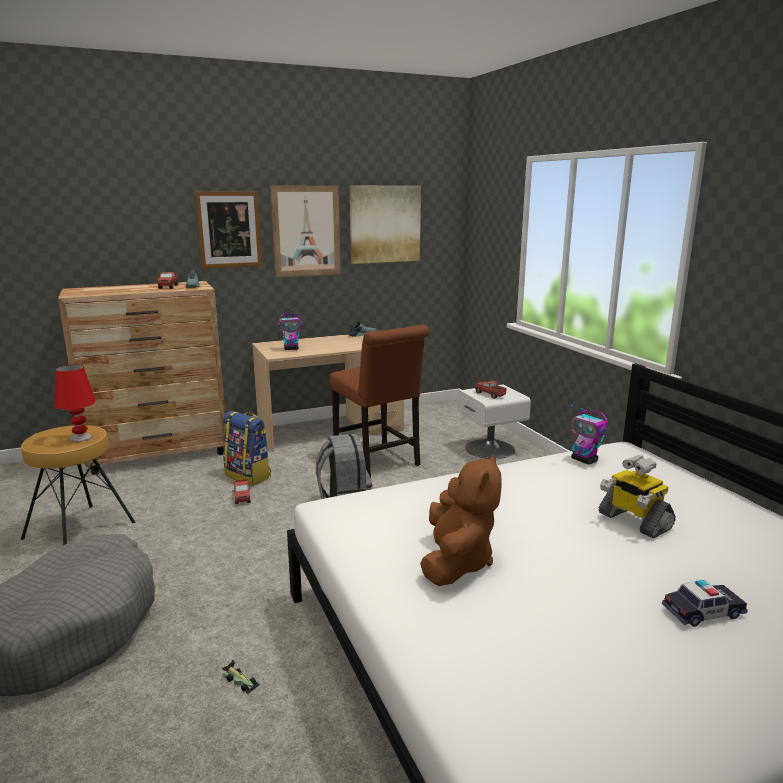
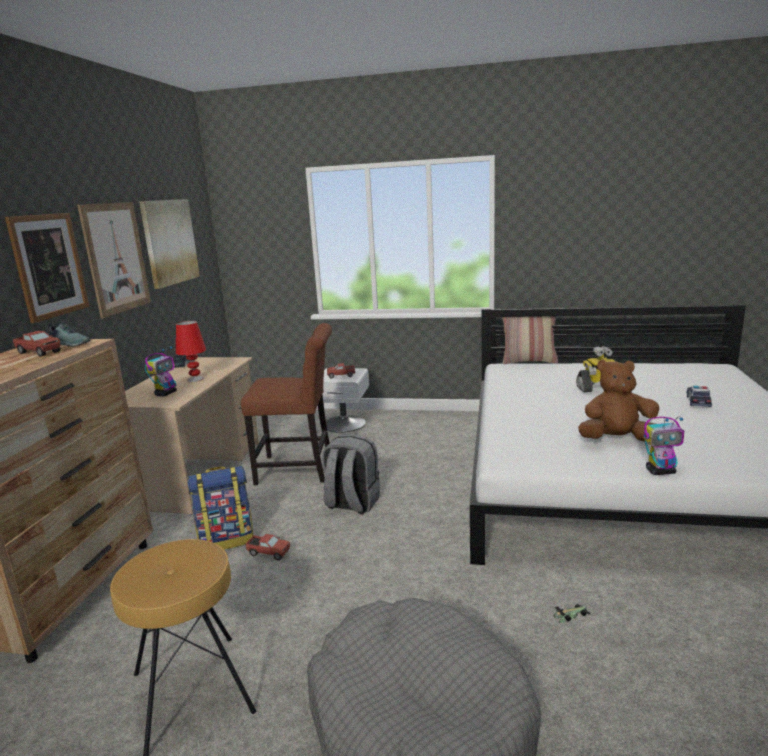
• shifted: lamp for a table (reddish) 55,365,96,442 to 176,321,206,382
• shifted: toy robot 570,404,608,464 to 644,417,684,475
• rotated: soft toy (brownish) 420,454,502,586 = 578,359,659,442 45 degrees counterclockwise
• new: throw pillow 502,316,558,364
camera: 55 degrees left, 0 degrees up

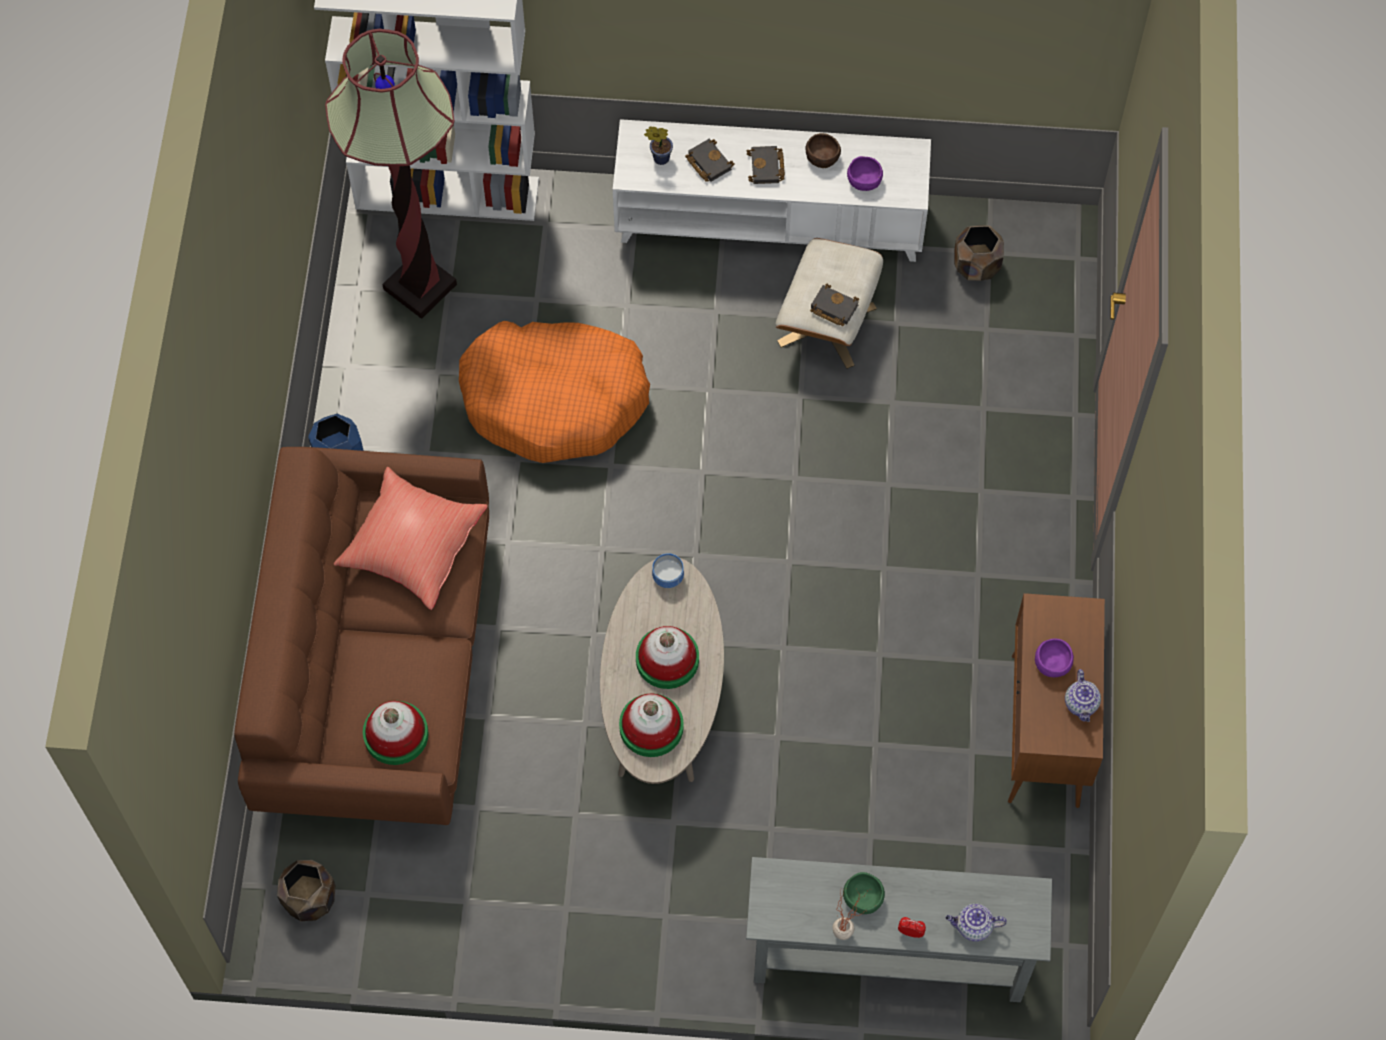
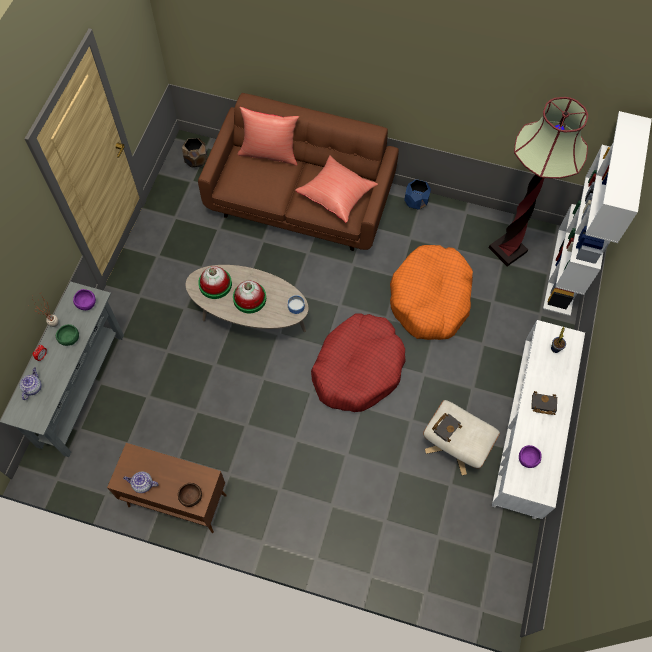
• shifted: deep dish (brownish) 806,133,841,168 to 178,483,202,507
• gone: book (black-coloured) 685,139,735,182
• gone: flower pot (brownish) 954,226,1004,281
• shifted: deep dish (purple) 1035,639,1074,677 to 73,289,96,310
• gone: hat 363,701,429,765
• new: throw pillow (reddish) 237,107,299,166
• new: dog bed (reddish) 311,313,406,412
camera: 100 degrees right, 0 degrees up

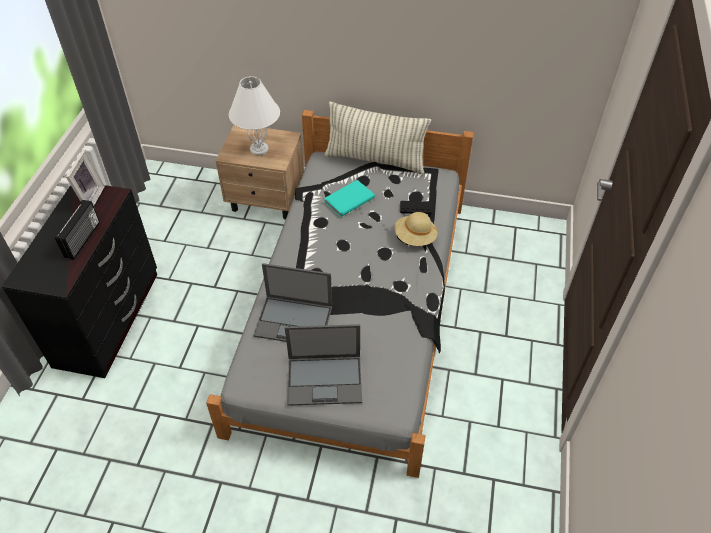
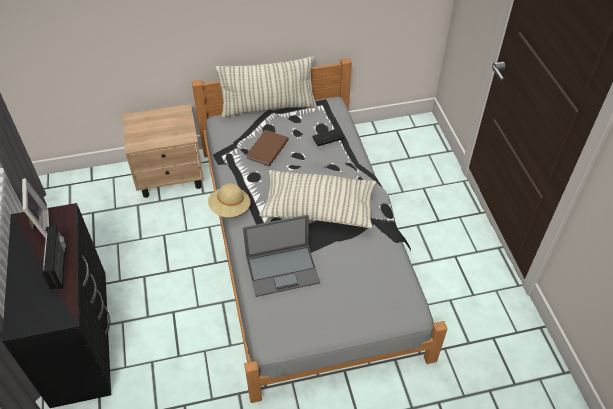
• gone: lamp for a table (whitish) 229,76,280,155
• repainted: book (turquoise) 324,180,375,217 to book (brownish) 246,130,289,166
• shifted: hat (beige-coloured) 395,212,437,246 to 208,183,251,217
• gone: laptop 285,324,362,406
• new: throw pillow 259,170,377,228
camera: 25 degrees left, 0 degrees up

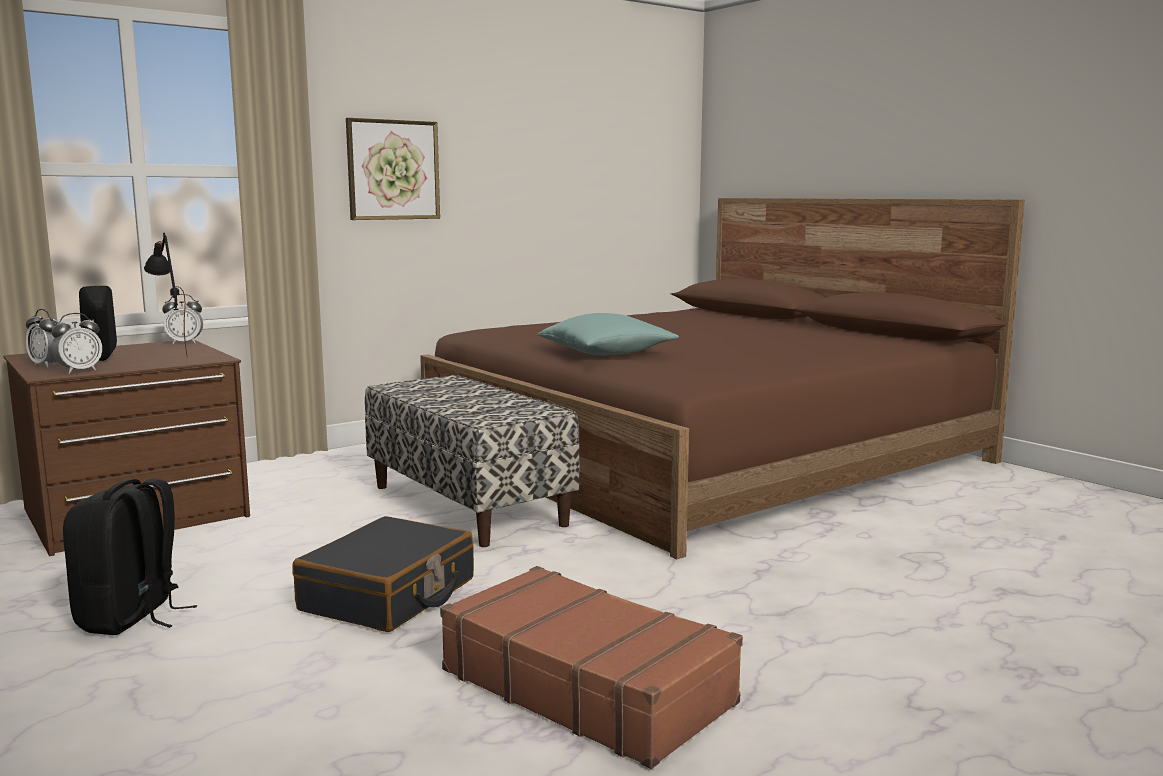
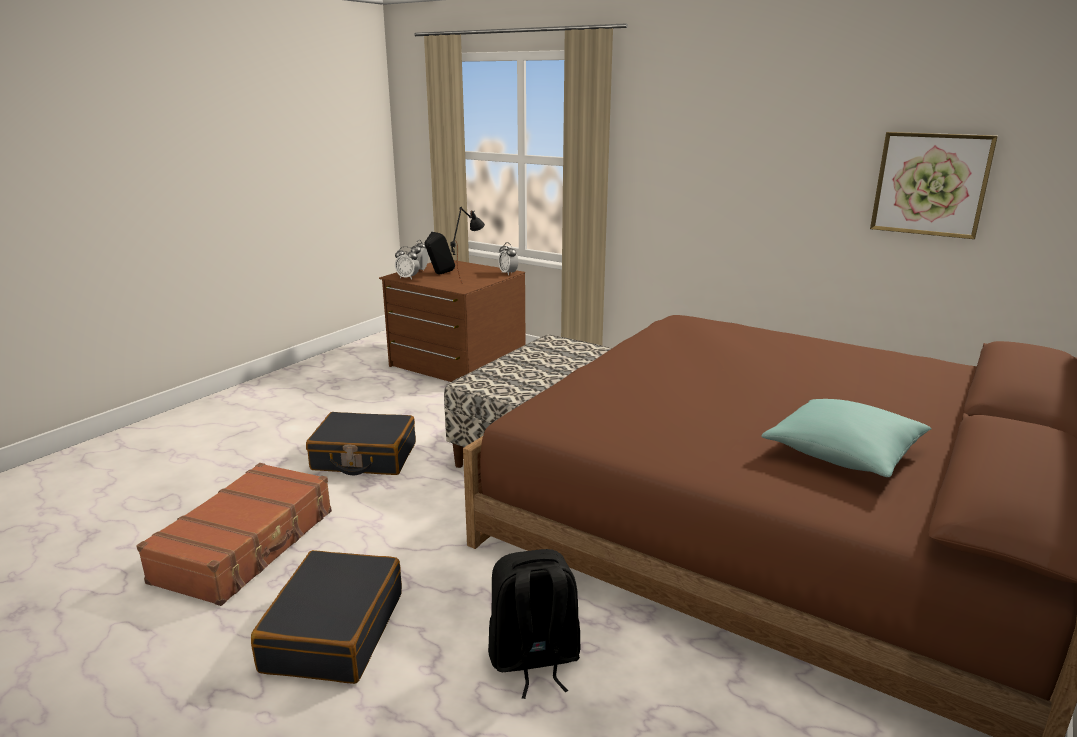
• shifted: wall art 346,118,440,220 to 870,132,998,239
• shifted: throw pillow (turquoise) 538,313,679,355 to 762,399,932,477
• shifted: knapsack (black-coloured) 63,478,197,635 to 488,549,580,699
• new: suitcase (black-coloured) 251,550,402,684
camera: 70 degrees right, 10 degrees up

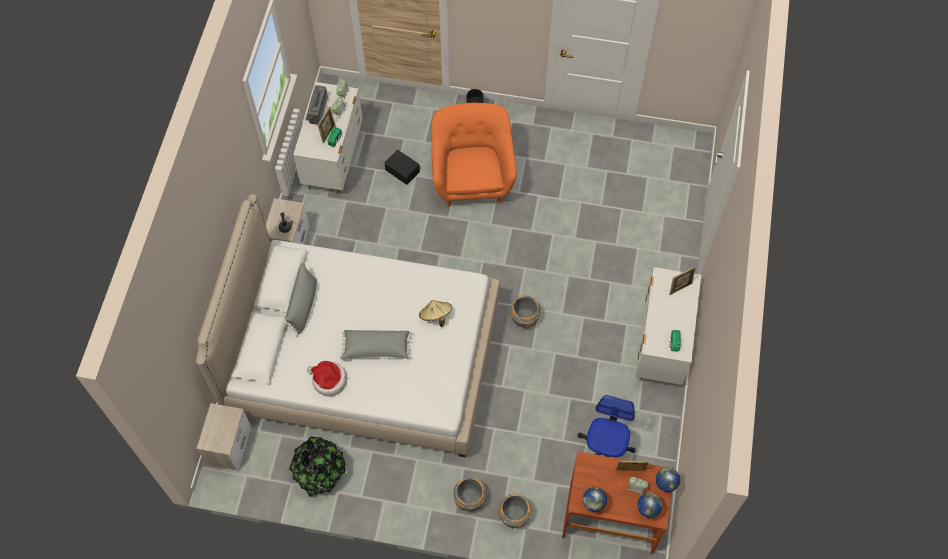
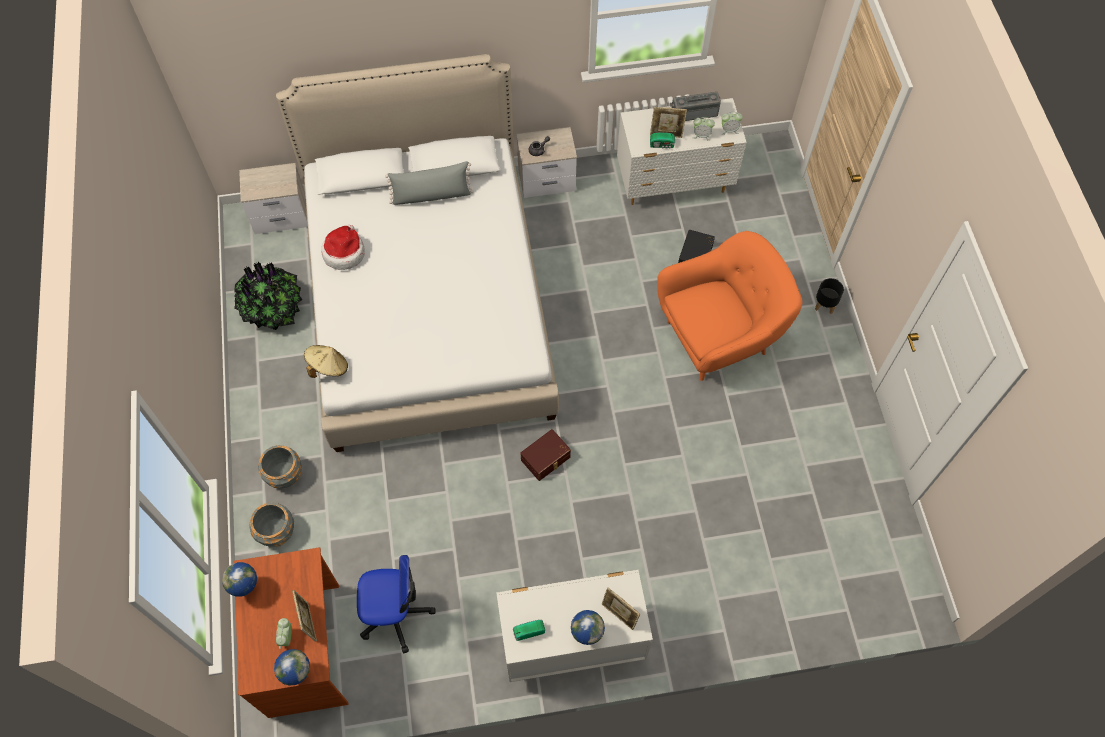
• swapped: flower pot (grey) 510,296,541,328 to storage box (brownish) 521,429,571,481
• shifted: hat (beige-coloured) 419,300,452,327 to 304,345,348,378
• gone: throw pillow (grey) 339,330,412,360
• shifted: desk globe 637,493,662,518 to 571,610,605,645
camera: 70 degrees right, 0 degrees up

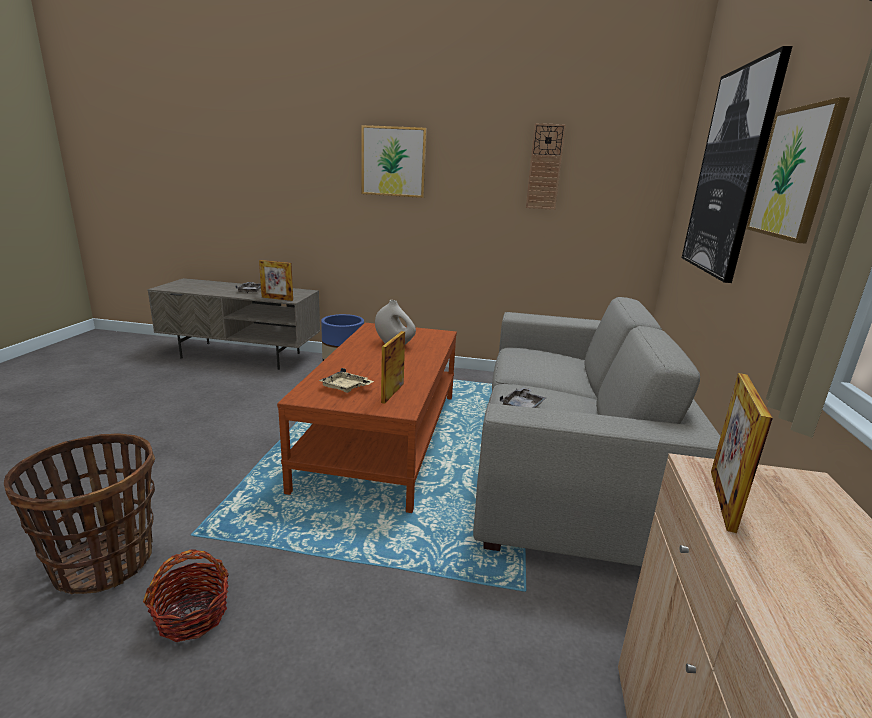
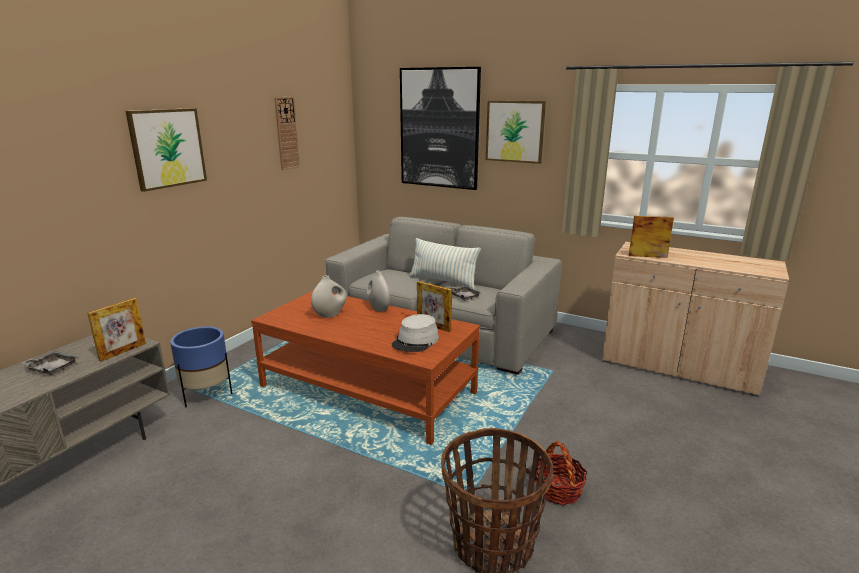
• swapped: tray (beige-coloured) 319,368,374,393 to hat (grey) 392,314,439,352
• rotated: photo frame 711,373,773,533 = 629,216,674,258 150 degrees clockwise
• new: throw pillow 409,238,481,289
• new: flower vase (whitish) 367,270,391,312
camera: 70 degrees left, 0 degrees up

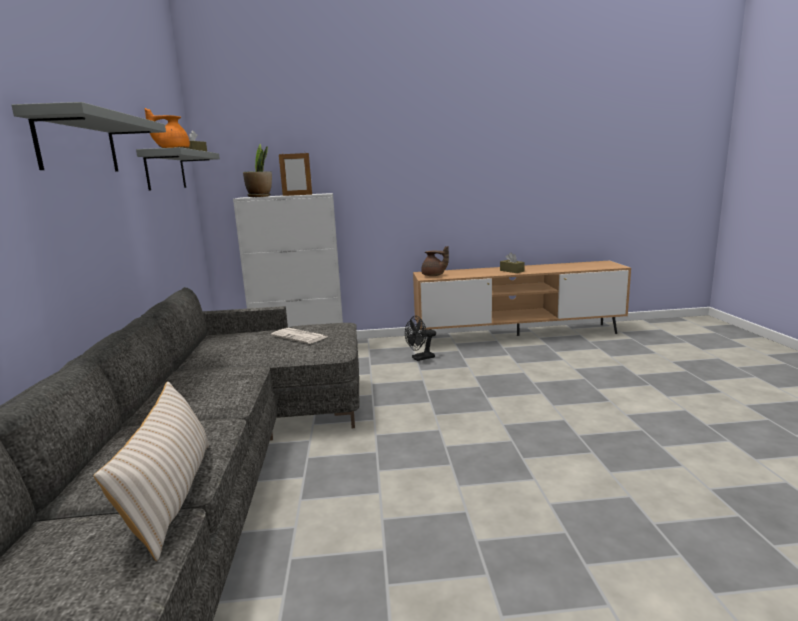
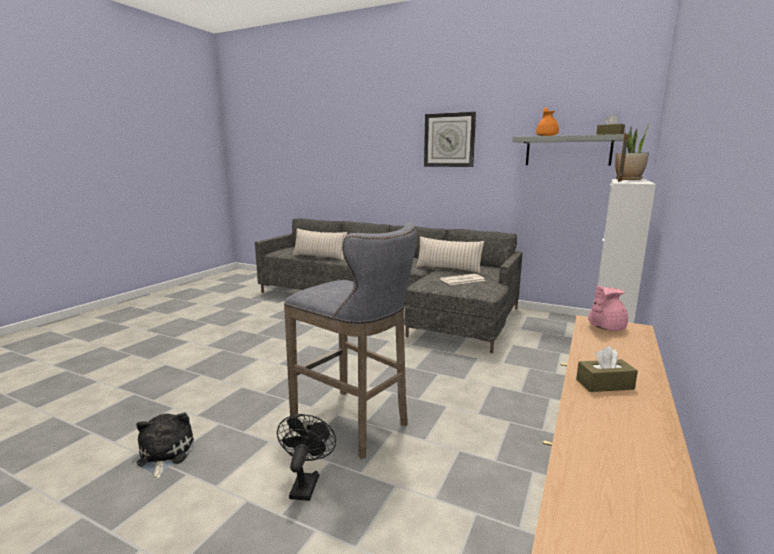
• swapped: wall shelf (grey) 11,102,166,171 to wall clock 424,112,476,167
• repainted: pot for tea (brownish) 421,246,449,276 to pot for tea (pinkish) 588,286,628,331
• shifted: cooling fan (black-coloured) 405,316,436,361 to 277,414,336,501
• new: stool (grey) 284,223,416,459
• new: throw pillow (beige-coloured) 416,236,484,274
• new: soft toy 136,412,194,480
camera: 120 degrees right, 0 degrees up

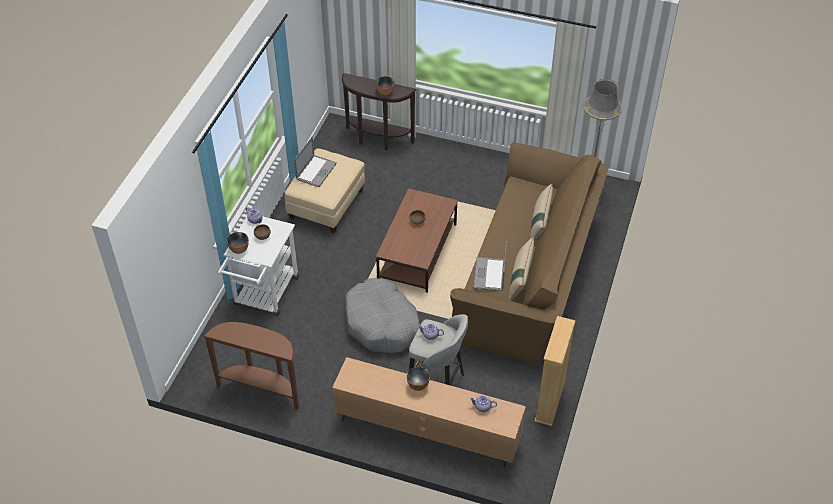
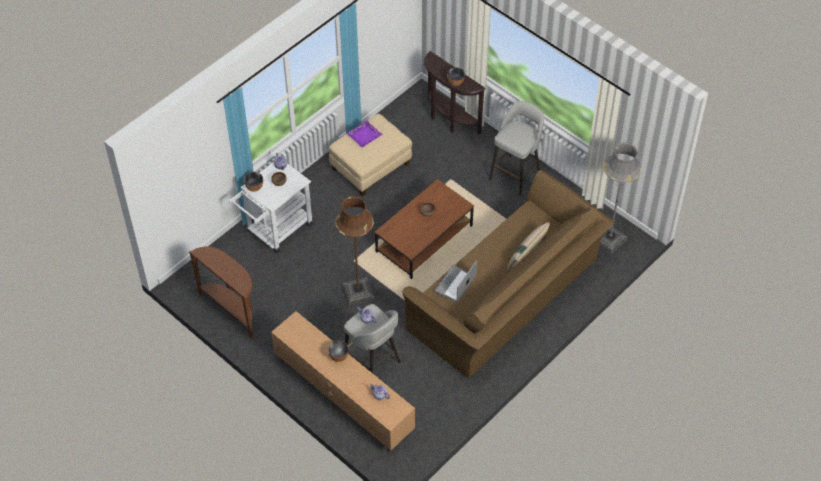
• swapped: laptop 294,137,337,187 to tray (purple) 346,121,383,147
• gone: throw pillow (beige-coloured) 509,238,534,301
• swapped: dog bed (grey) 345,278,420,353 to standing lamp (brownish) 335,196,374,306
• gone: bookcase (beige-coloured) 535,316,575,426
• new: stool (grey) 489,101,544,196
camera: 25 degrees right, 5 degrees up

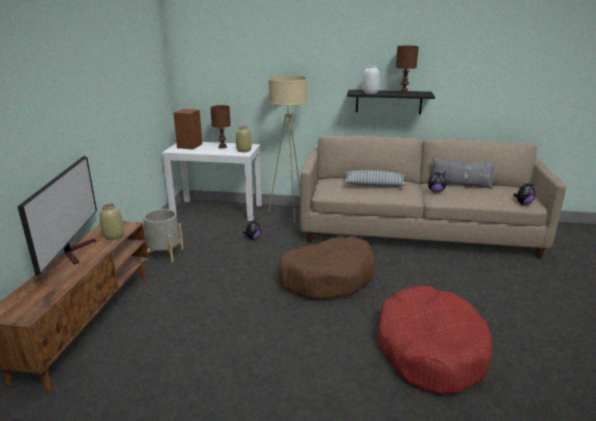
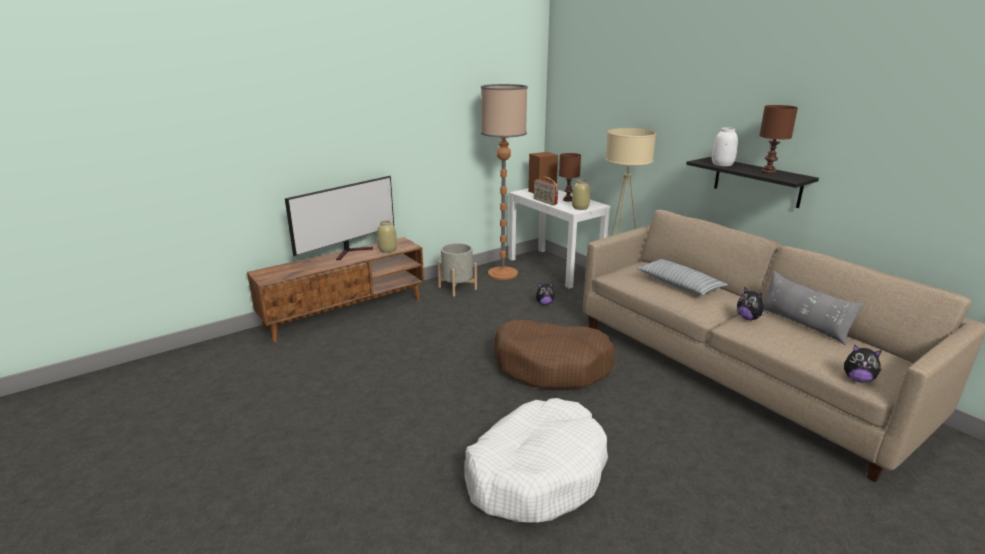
• repainted: dog bed (reddish) 377,286,492,395 to dog bed (whitish) 464,398,608,523
• new: standing lamp 481,84,528,280
• new: radio 534,177,558,205
camera: 45 degrees right, 0 degrees up

